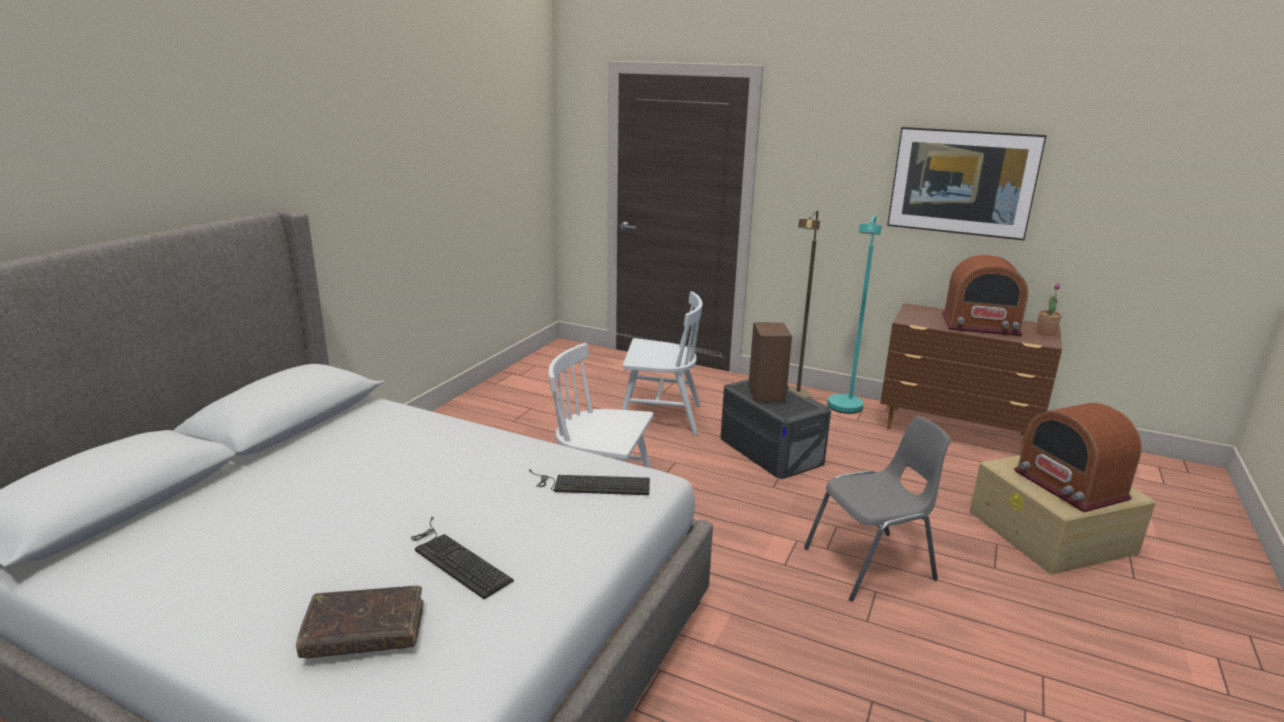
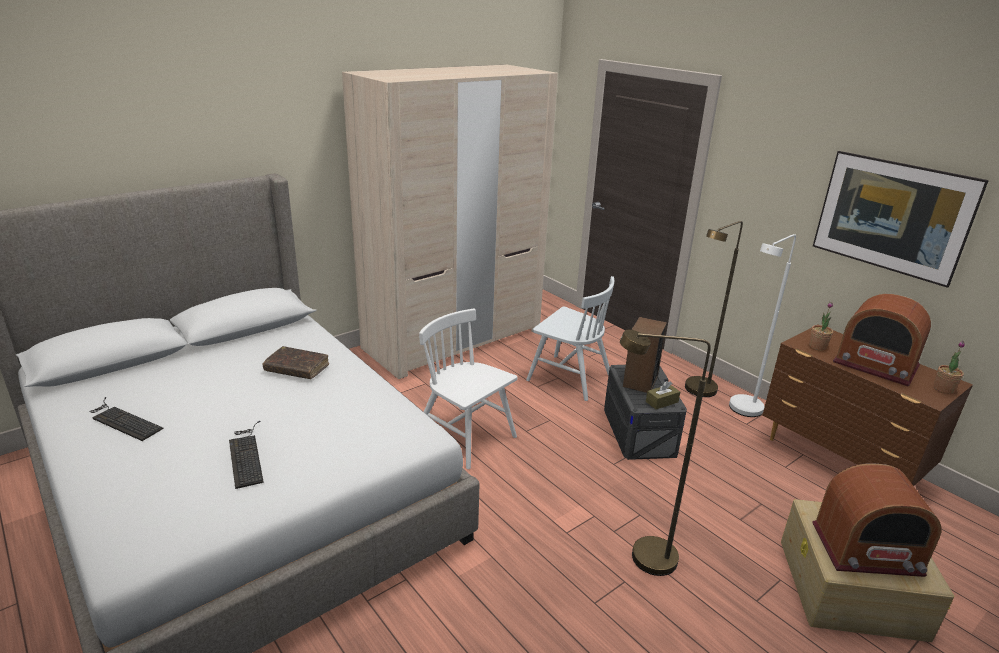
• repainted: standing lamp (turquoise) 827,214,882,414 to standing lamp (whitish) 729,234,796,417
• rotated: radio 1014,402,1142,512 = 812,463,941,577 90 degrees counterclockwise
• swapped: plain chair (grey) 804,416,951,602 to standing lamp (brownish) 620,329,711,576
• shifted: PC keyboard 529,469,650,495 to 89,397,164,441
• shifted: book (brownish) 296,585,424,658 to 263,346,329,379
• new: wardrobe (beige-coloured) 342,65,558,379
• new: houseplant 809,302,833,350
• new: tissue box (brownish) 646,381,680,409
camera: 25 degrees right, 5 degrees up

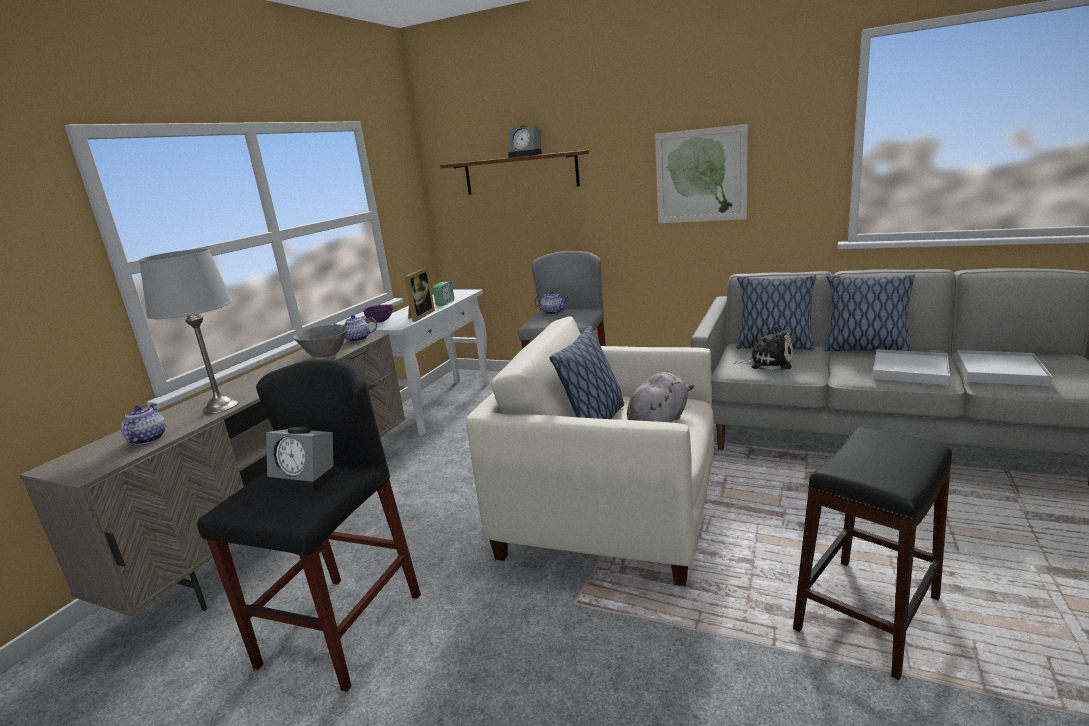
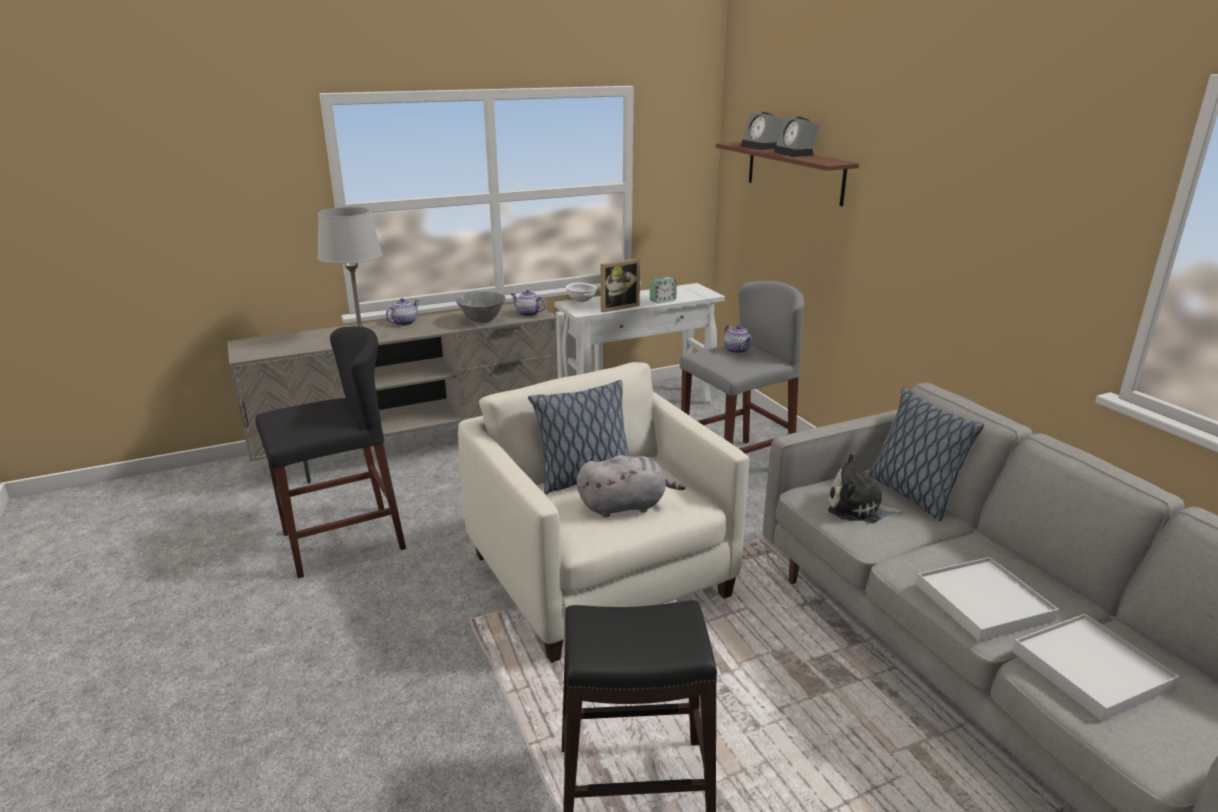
• gone: wall art 655,124,748,223
• gone: throw pillow 824,274,915,352
• repainted: deep dish (purple) 363,304,393,323 to deep dish (whitish) 566,283,597,302
• rotated: soft toy 734,327,793,371 = 828,454,905,523 135 degrees clockwise
• shifted: pot for tea 121,403,166,445 to 386,298,419,326
• shifted: bedside clock 266,427,338,493 to 741,112,784,150
camera: 40 degrees right, 5 degrees up

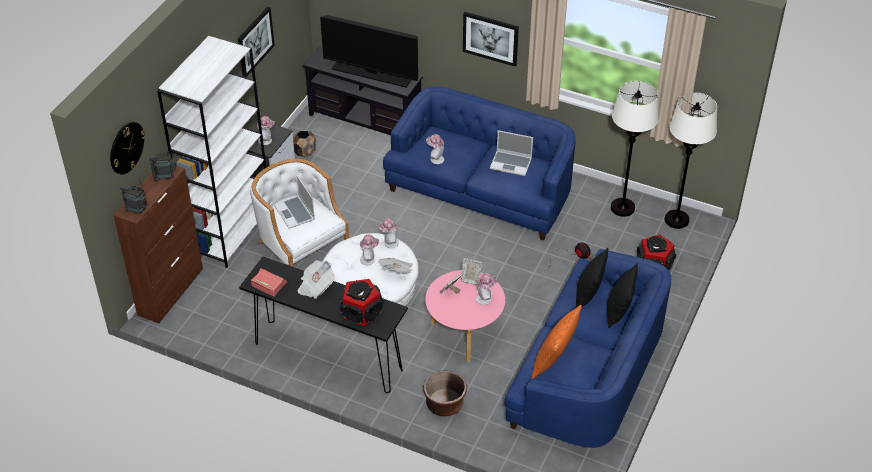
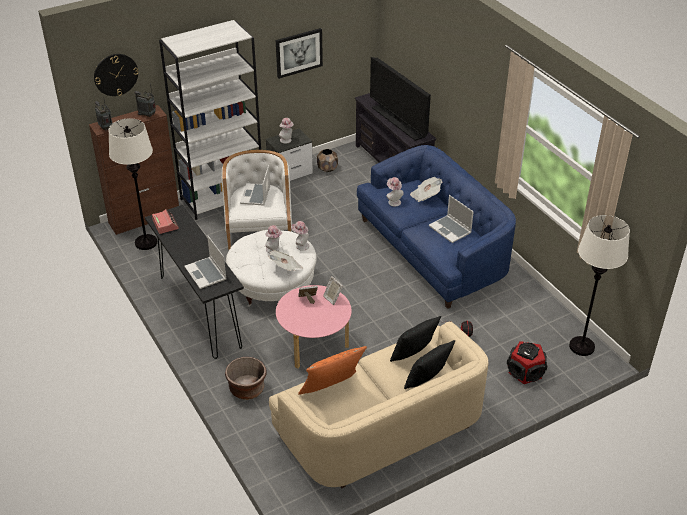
• gone: wall art 463,12,519,67
• shifted: standing lamp (whitish) 611,81,659,217 to 109,118,158,250
• repainted: couch (blue-coloured) 504,249,671,448 to couch (beige-coloured) 269,321,488,489
• shifted: daily paper 298,260,335,299 to 410,177,443,202
• gone: hat 476,273,497,305
• swapped: loudspeaker 340,279,384,326 to laptop 184,235,226,289
camera: 35 degrees right, 5 degrees down

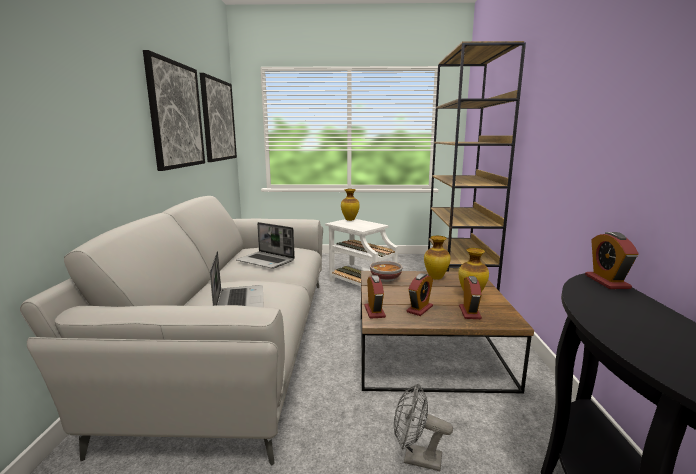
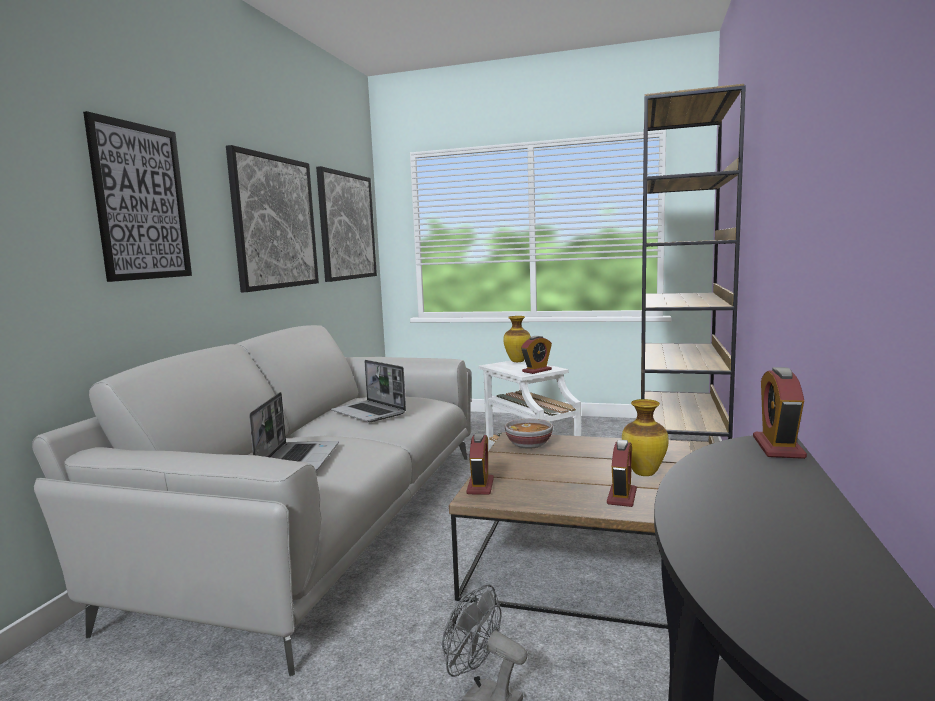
• gone: flower vase 424,236,451,280
• shifted: bedside clock 406,273,433,316 to 521,336,552,374
• new: wall art 83,111,192,282
camera: 15 degrees right, 5 degrees down

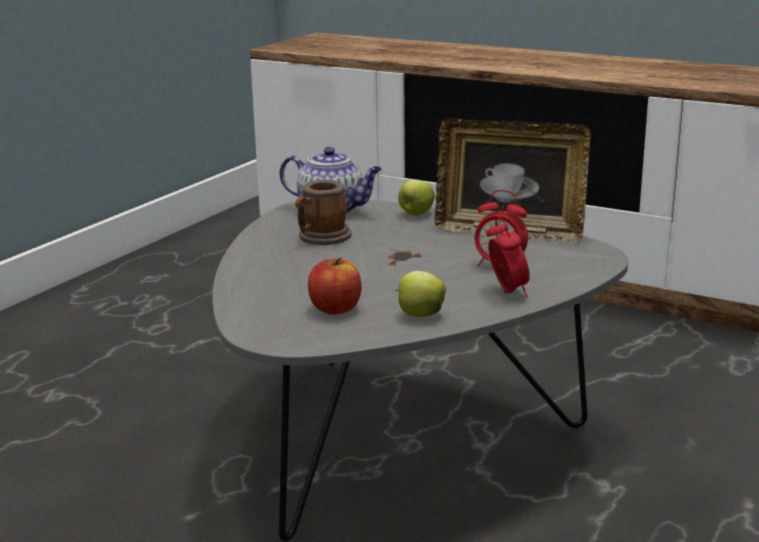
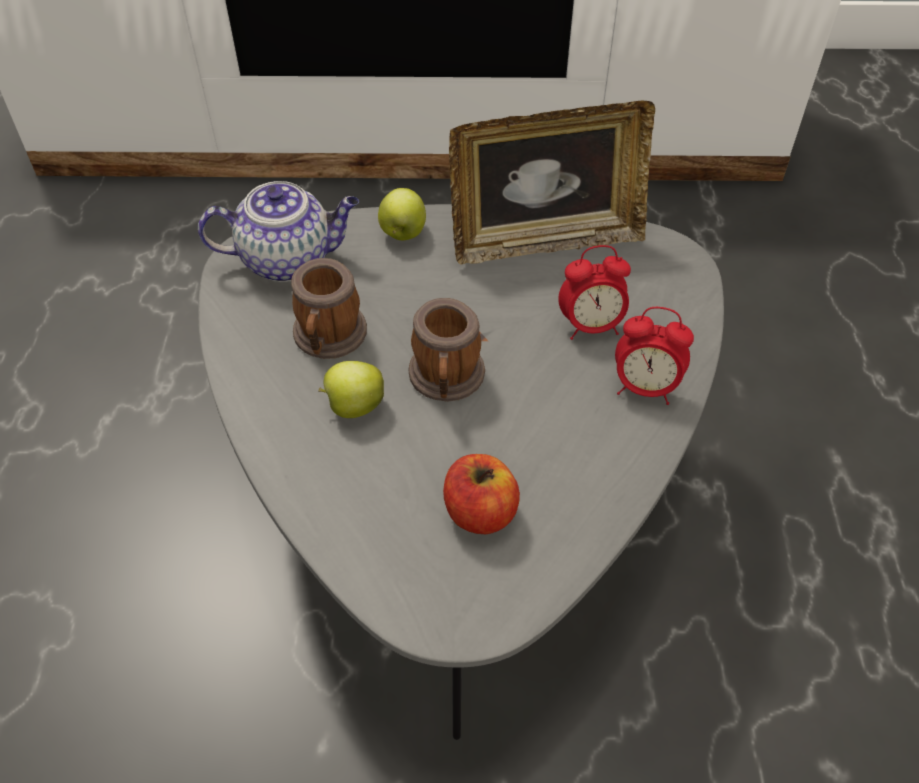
• rotated: bedside clock 486,215,530,297 = 615,307,694,405 150 degrees clockwise
• shifted: apple fruit 395,271,446,317 to 318,361,384,418
• new: tea mug 409,298,485,402
camera: 30 degrees left, 30 degrees up

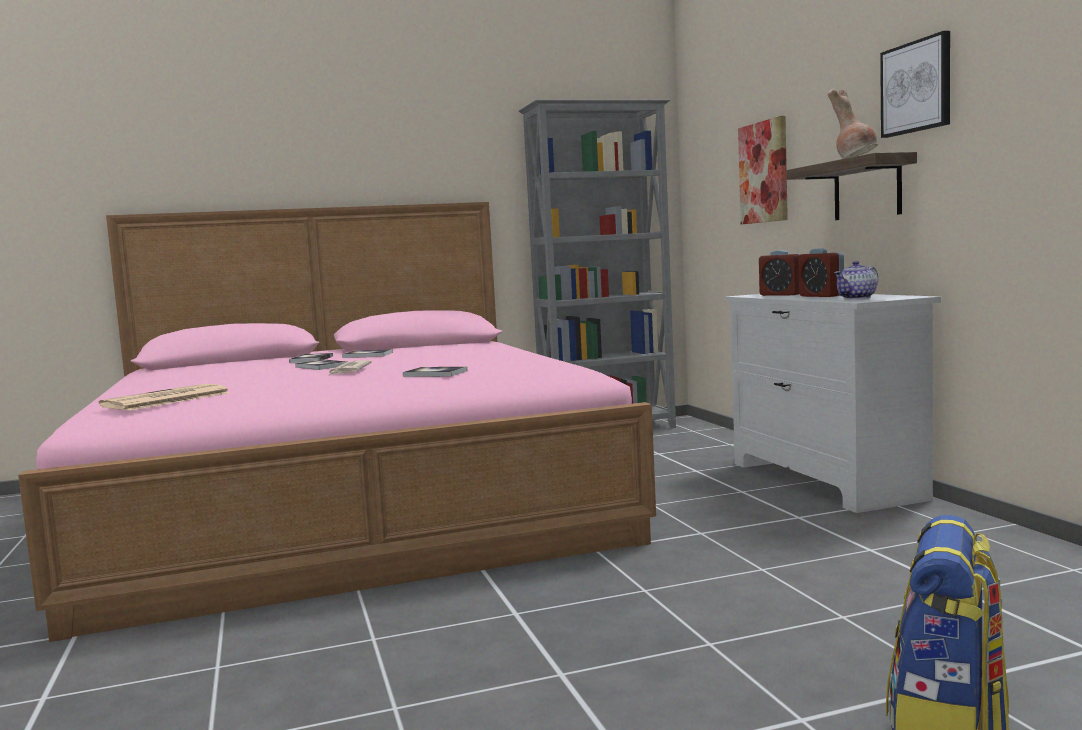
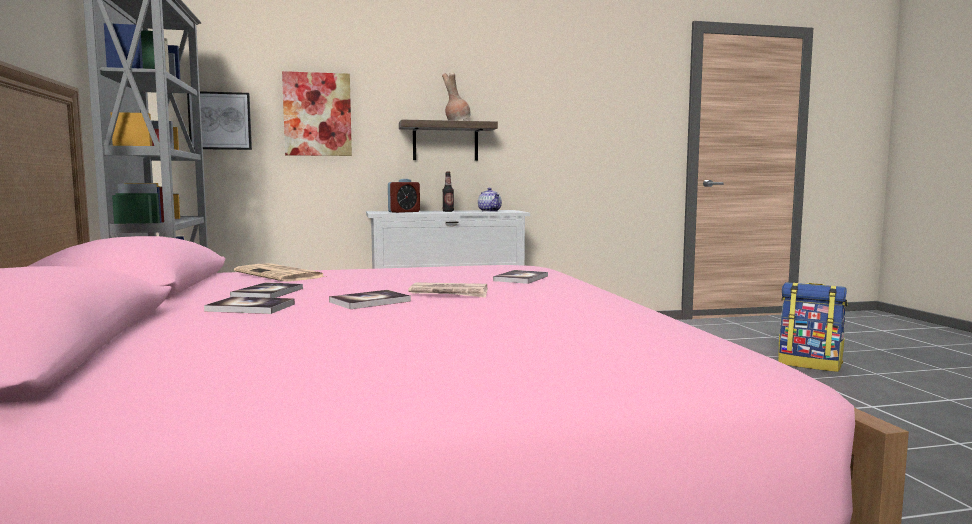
• shifted: wall art 880,31,950,138 to 187,91,252,150
• swapped: bedside clock 798,248,844,297 to beverage bottle 442,172,454,212
• shifted: daily paper 99,384,230,411 to 234,263,326,282
camera: 85 degrees left, 0 degrees up

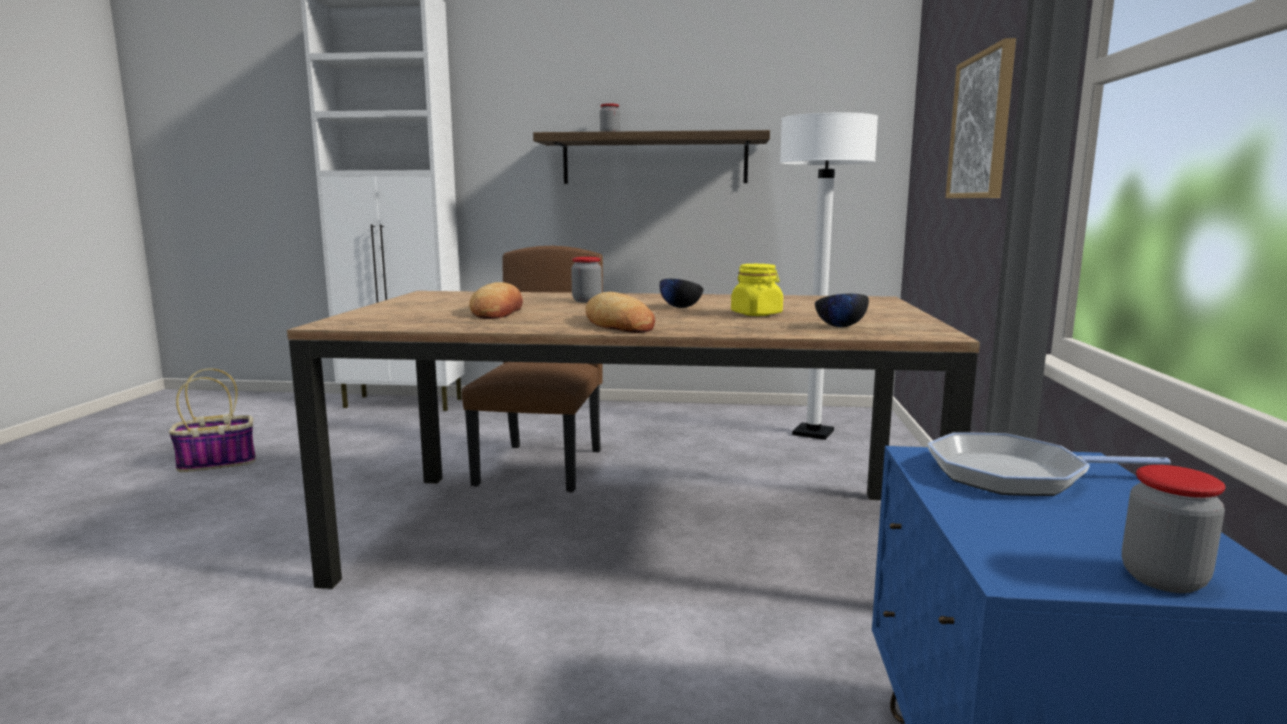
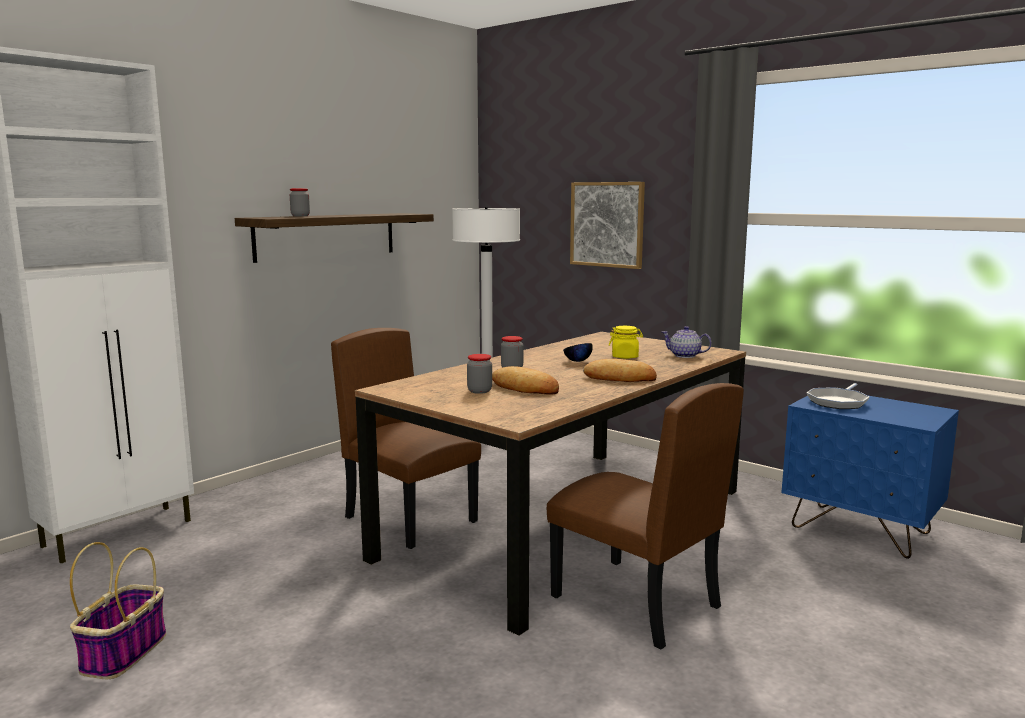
• swapped: deep dish (black-coloured) 815,294,869,327 to pot for tea 662,326,712,358
• shifted: jar 1122,465,1225,593 to 467,354,492,394
• new: plain chair (brownish) 547,383,744,650
camera: 55 degrees left, 0 degrees up

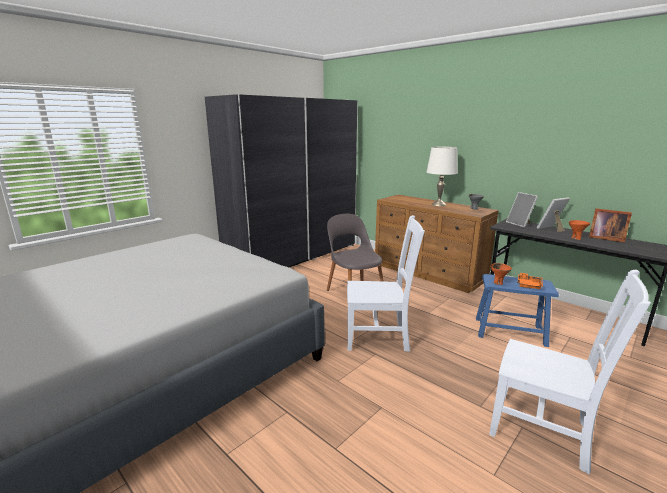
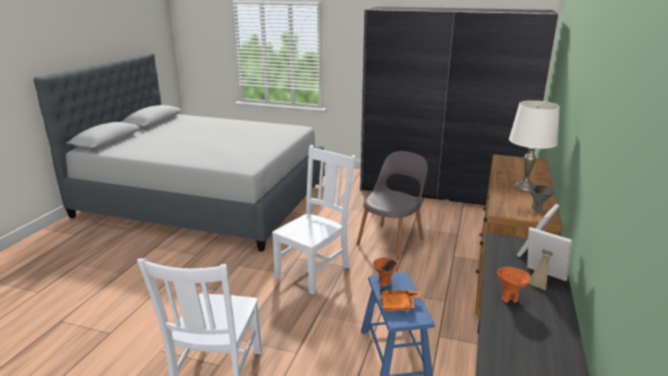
• gone: photo frame 589,208,632,243
• rotated: plain chair (whitish) 347,215,425,352 = 272,145,356,295 120 degrees counterclockwise
camera: 65 degrees right, 5 degrees up

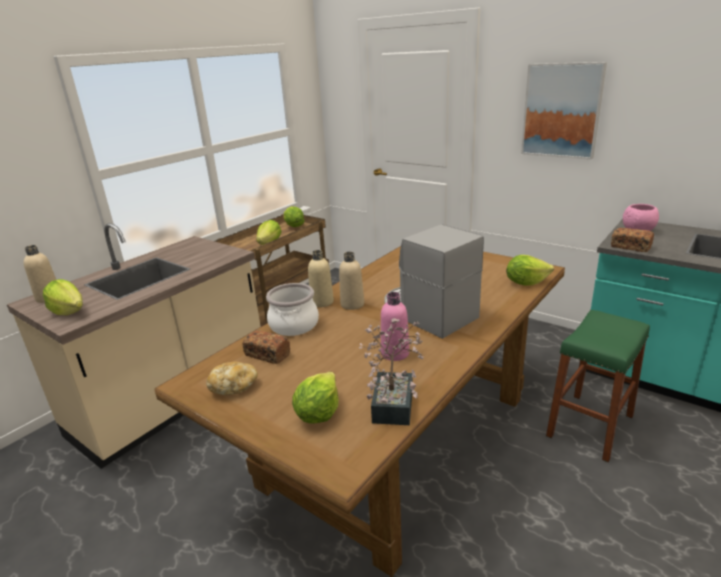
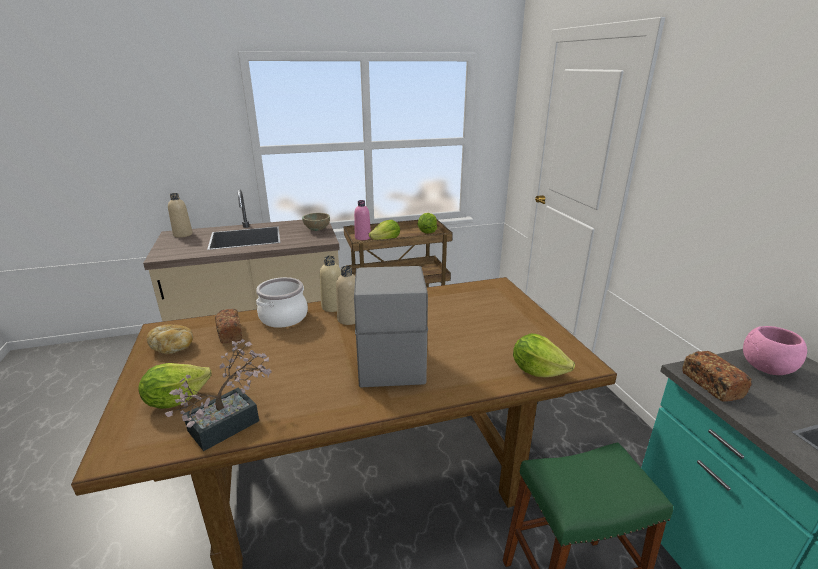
• gone: wall art 521,62,607,159
• gone: lettuce 43,279,83,315
• shifted: beverage bottle (pinkish) 381,292,409,361 to 354,200,371,240
• new: deep dish (beige-coloured) 302,213,330,231
camera: 35 degrees right, 0 degrees up

